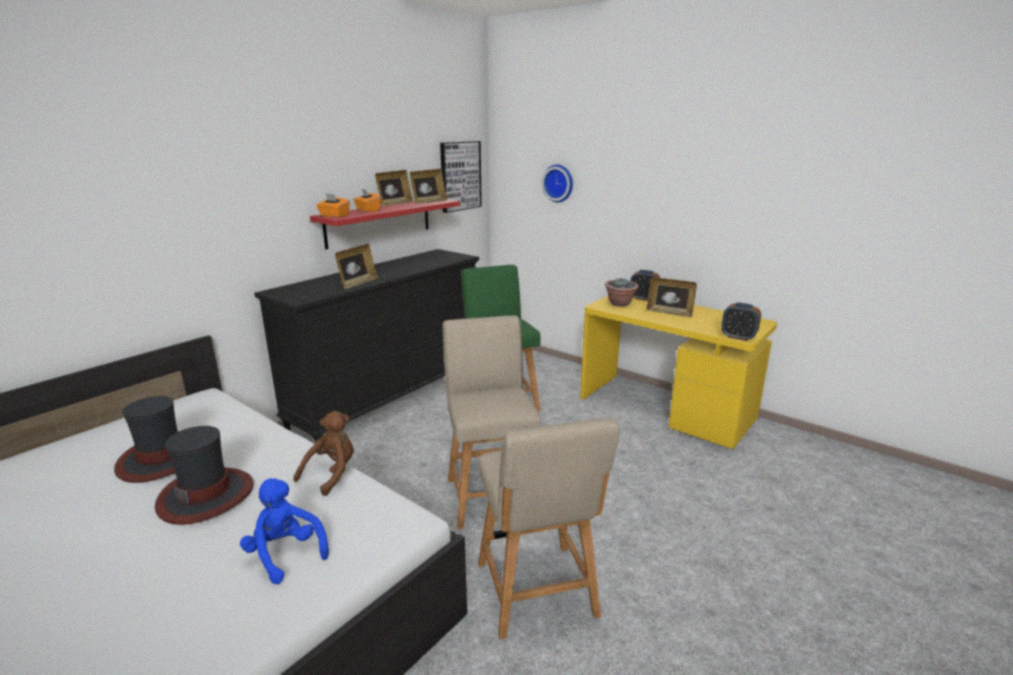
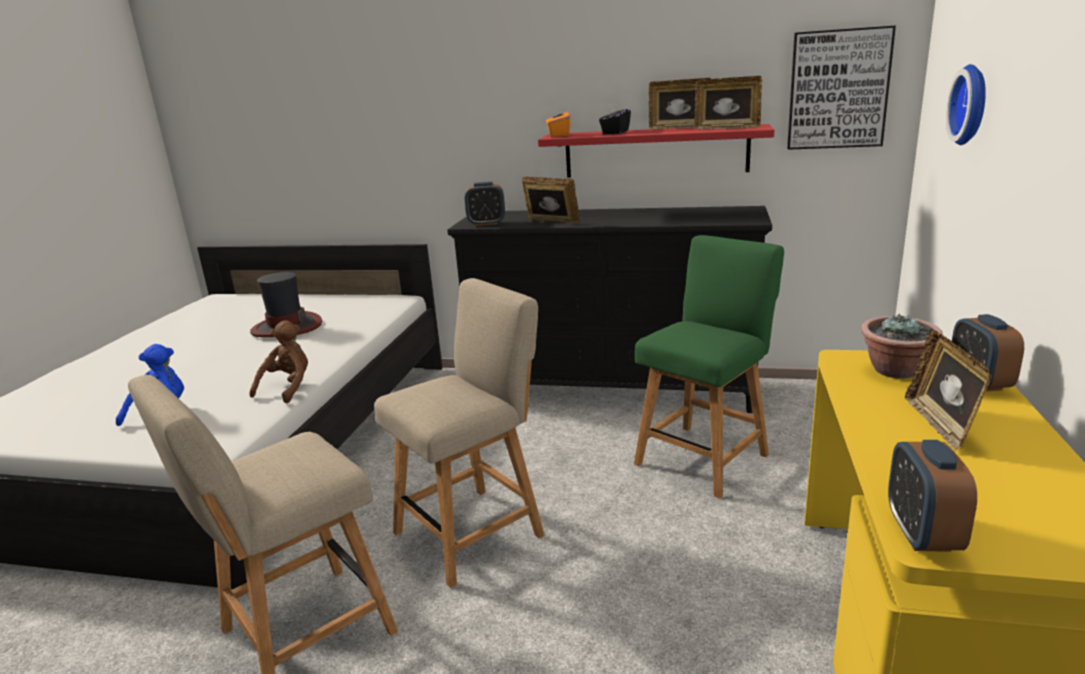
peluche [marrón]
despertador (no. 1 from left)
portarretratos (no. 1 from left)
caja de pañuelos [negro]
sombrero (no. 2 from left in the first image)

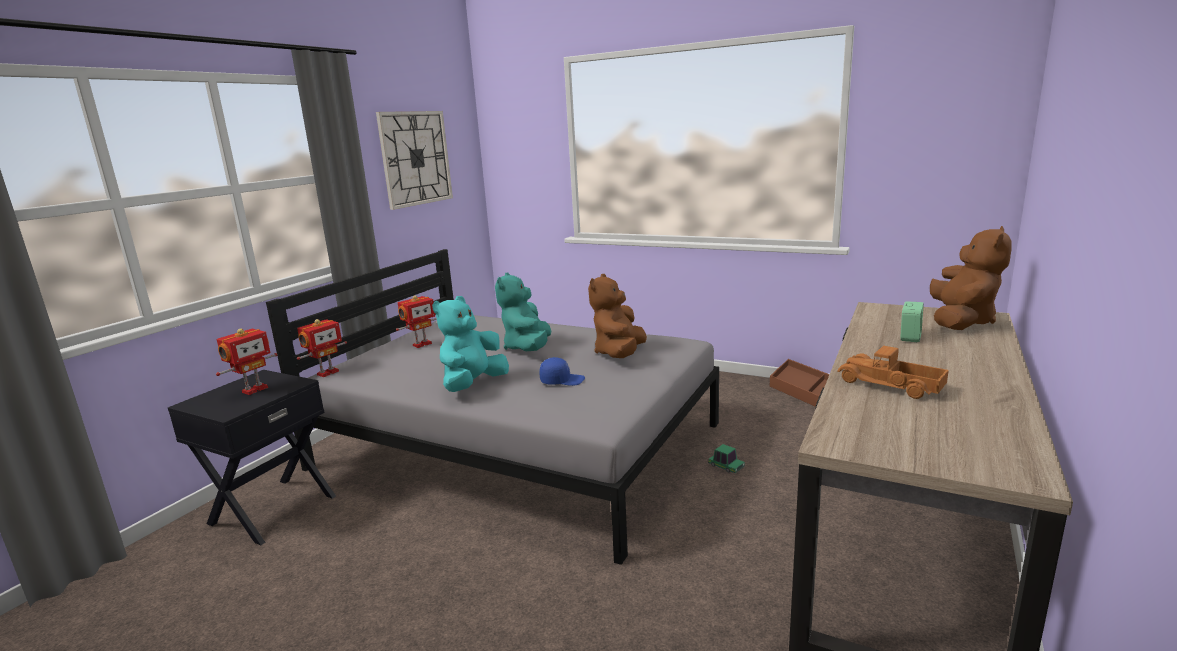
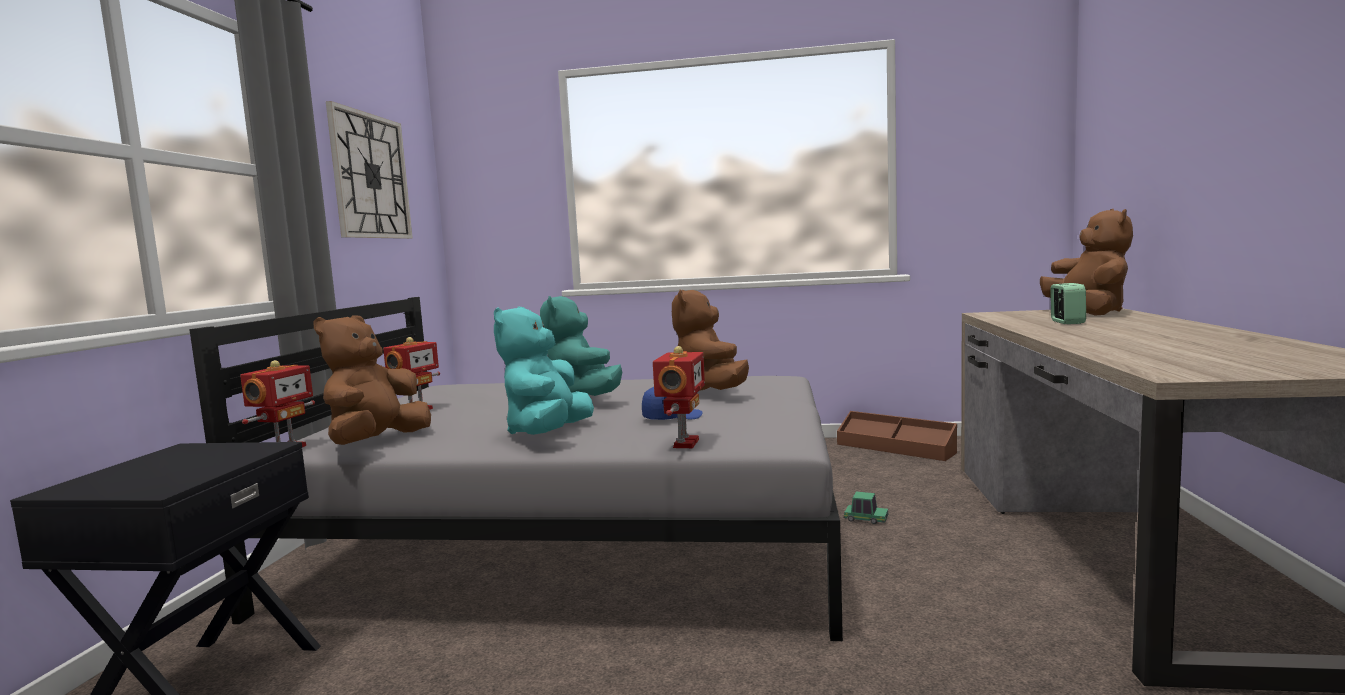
peluche [marrón] (no. 1 from left)
robot de juguete (no. 3 from left)
camión de juguete

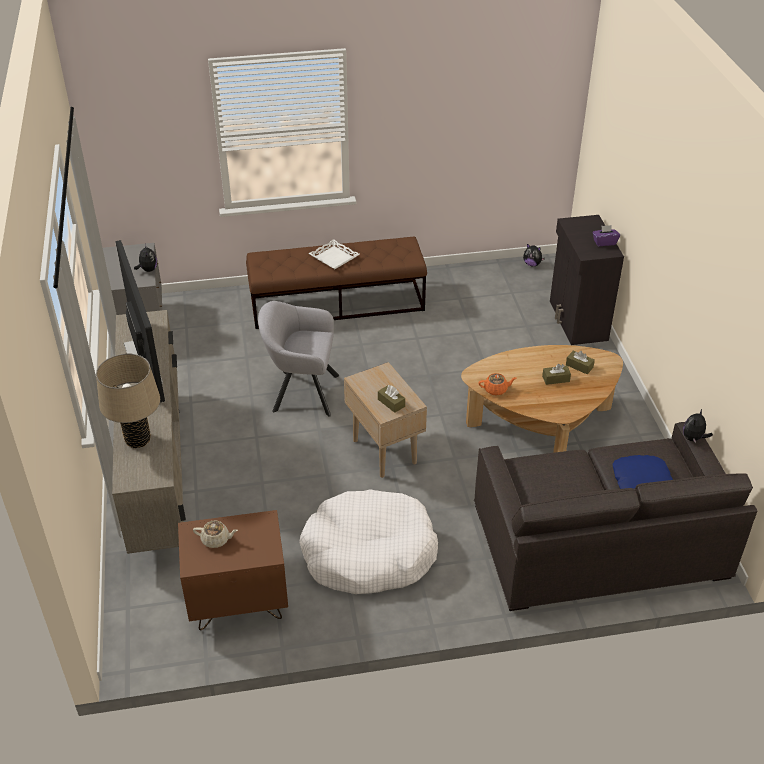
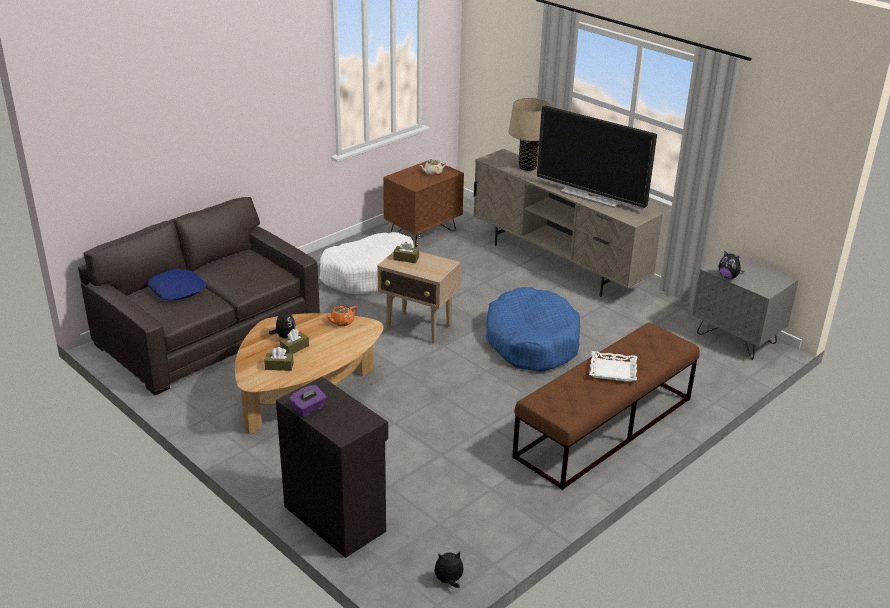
peluche (no. 1 from left)
cama para perro [azul]

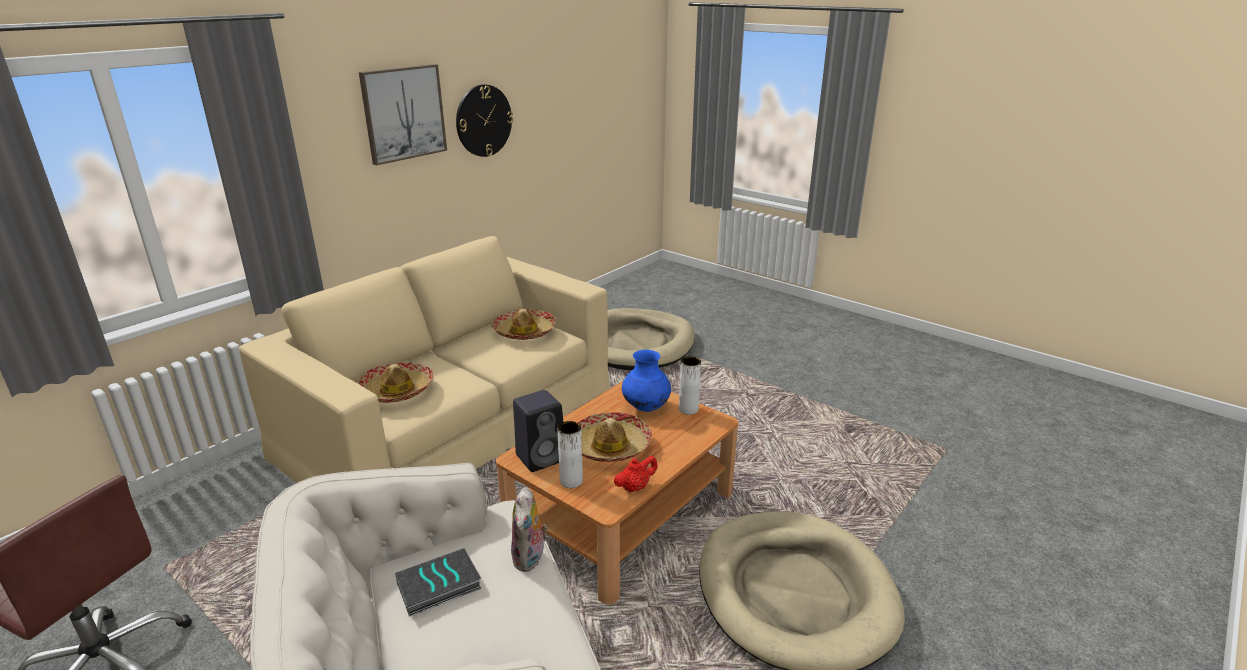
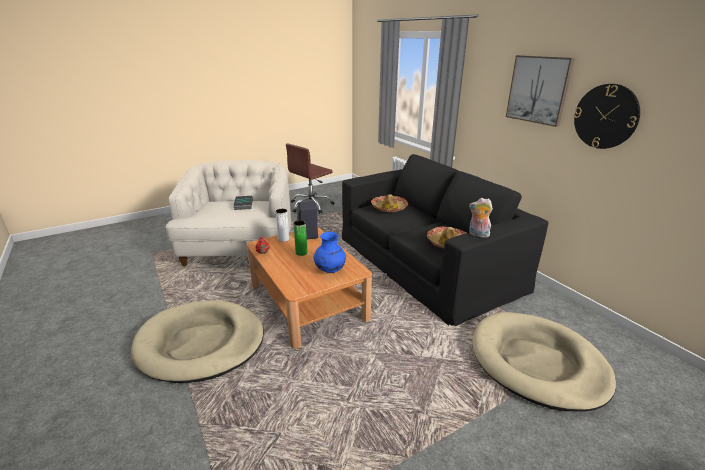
florero [verde]
sofá [negro]
peluche
florero [blanco] (no. 2 from left in the first image)

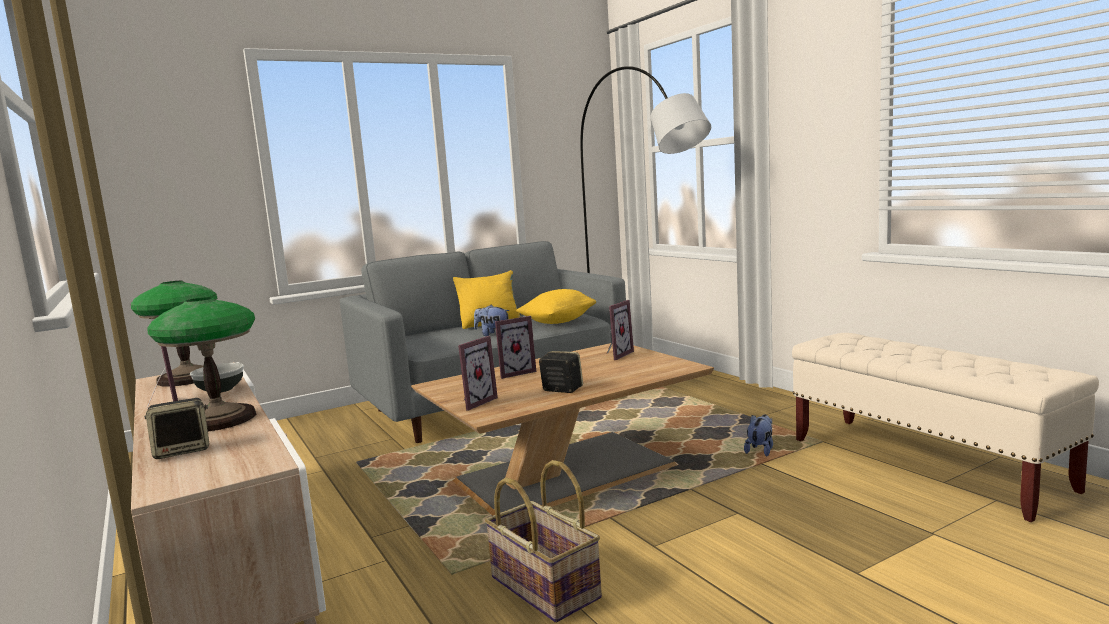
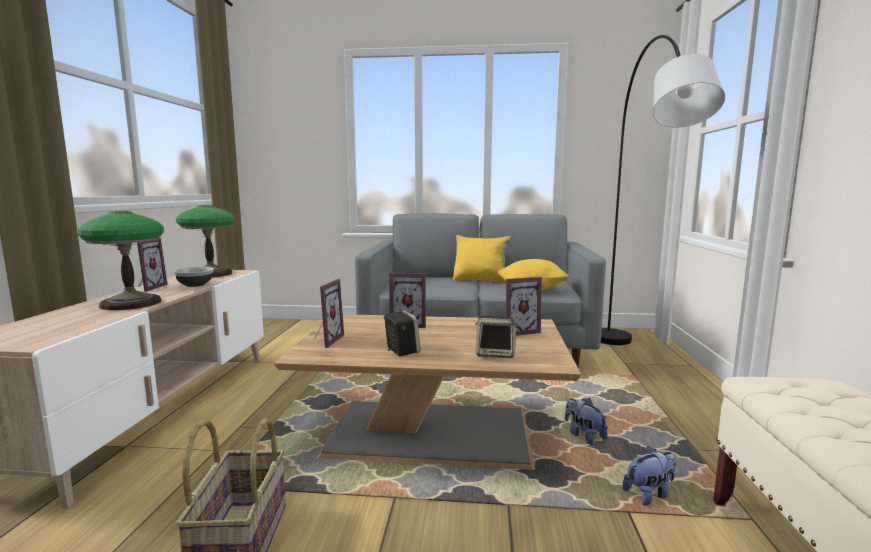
portarretratos (no. 2 from left)
altavoz (no. 2 from left)
peluche (no. 1 from left)

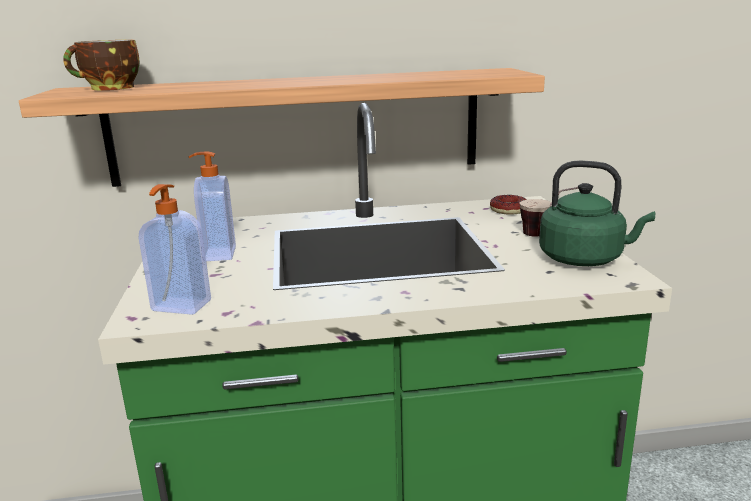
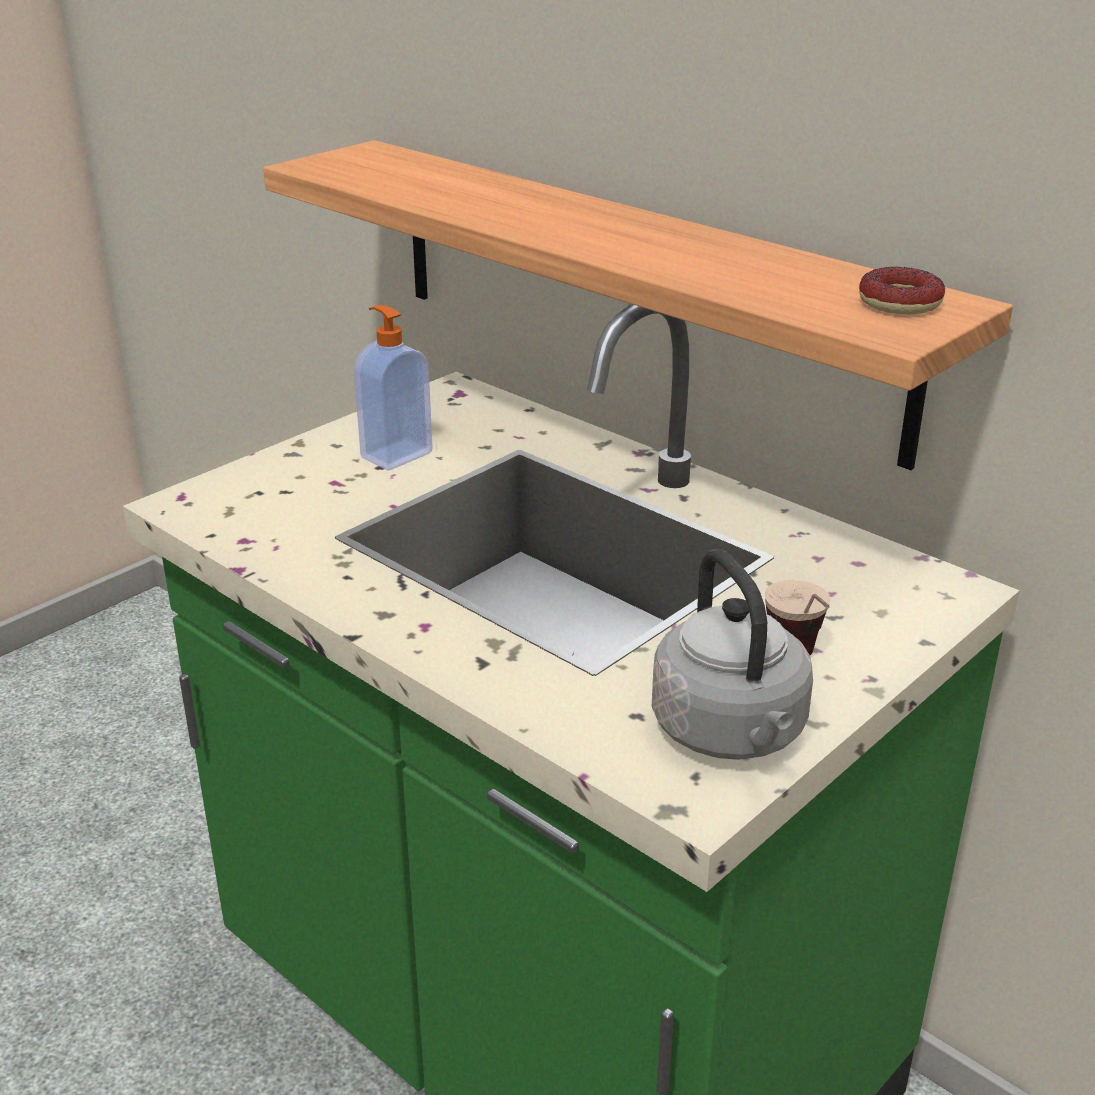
hervidor [gris]
rosquilla
taza (no. 1 from left in the first image)
dispensador de jabón (no. 1 from left in the first image)

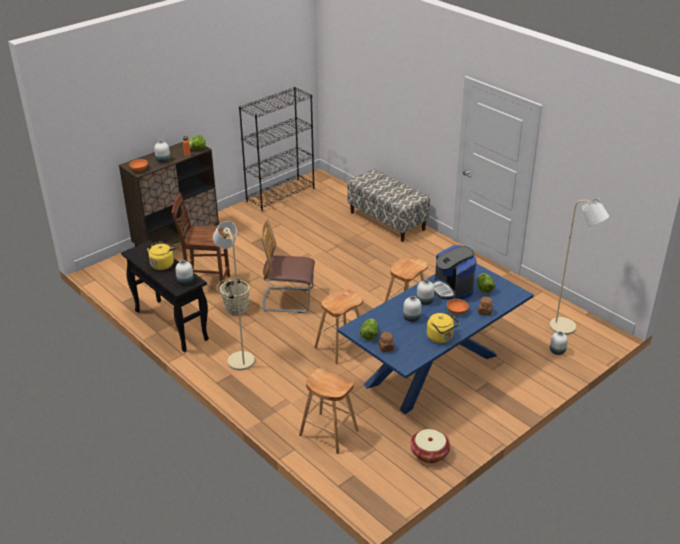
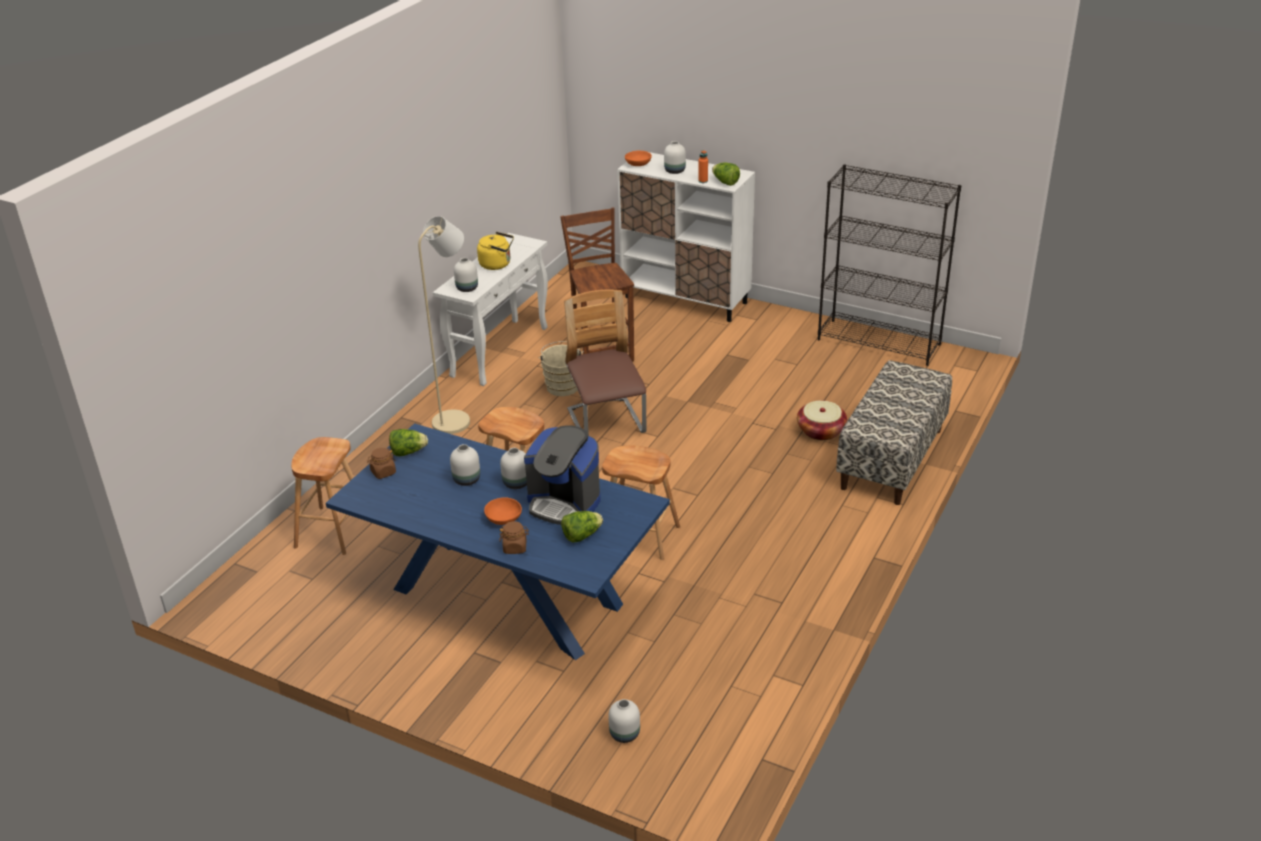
mesa consola [blanco]
cafetera
armario [blanco]
cesta
hervidor [amarillo] (no. 2 from left in the first image)
lámpara de pie [beis] (no. 2 from left in the first image)

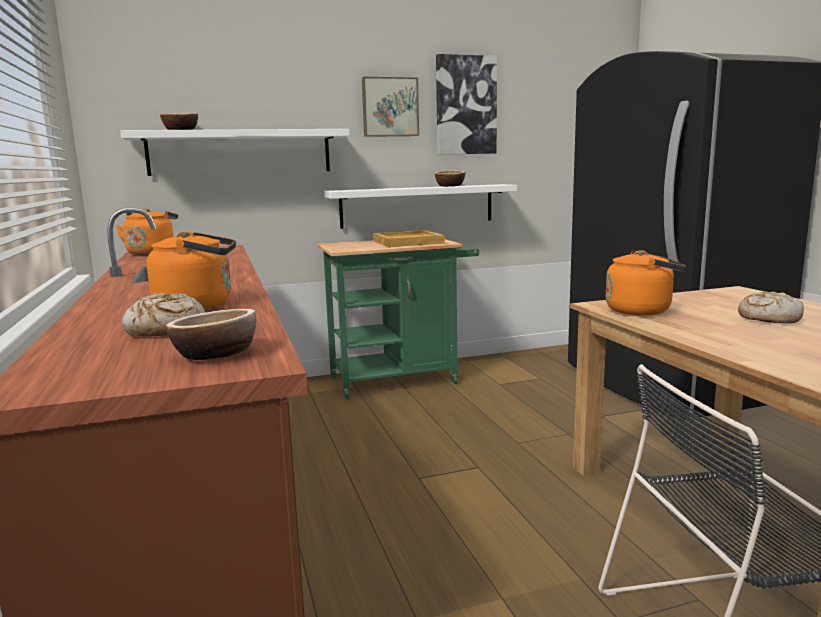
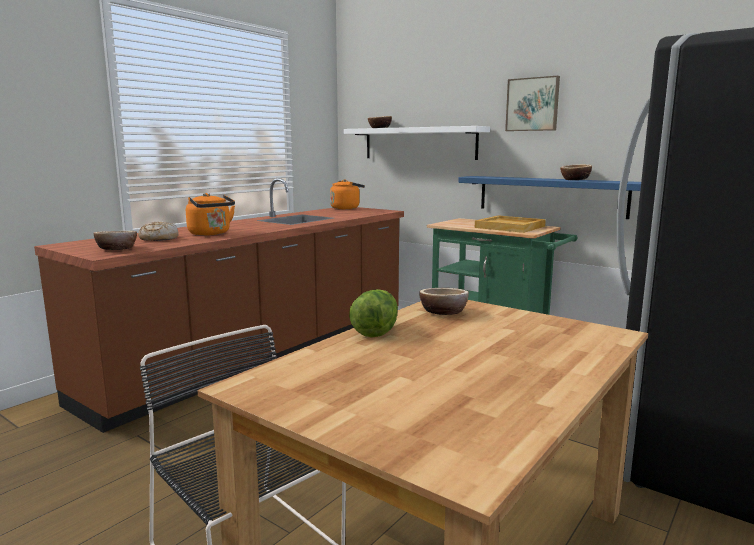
lechuga
cuenco (no. 3 from left)
estante [azul]
cuadro (no. 2 from left in the first image)
pan (no. 2 from left in the first image)

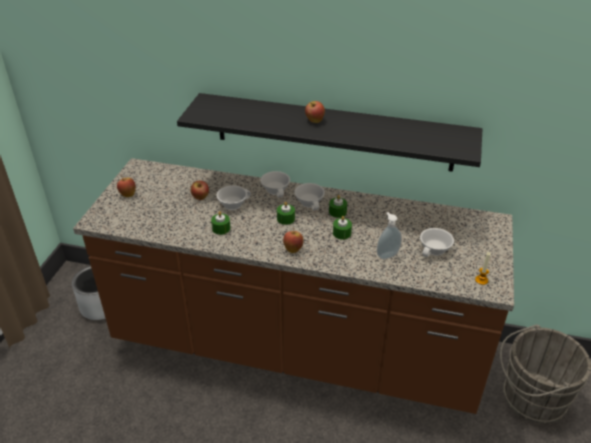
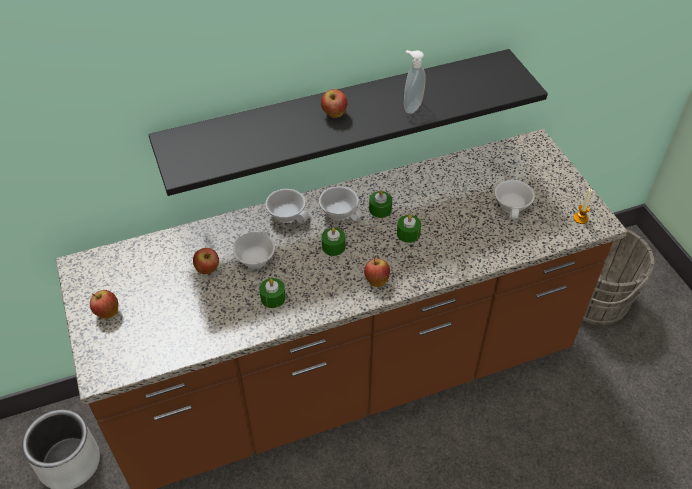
dispensador de jabón

